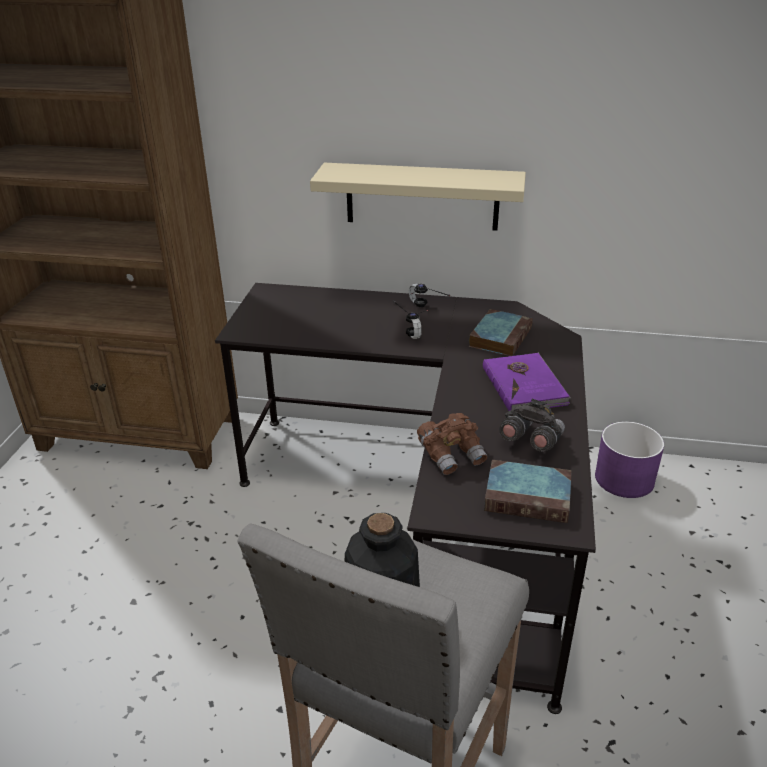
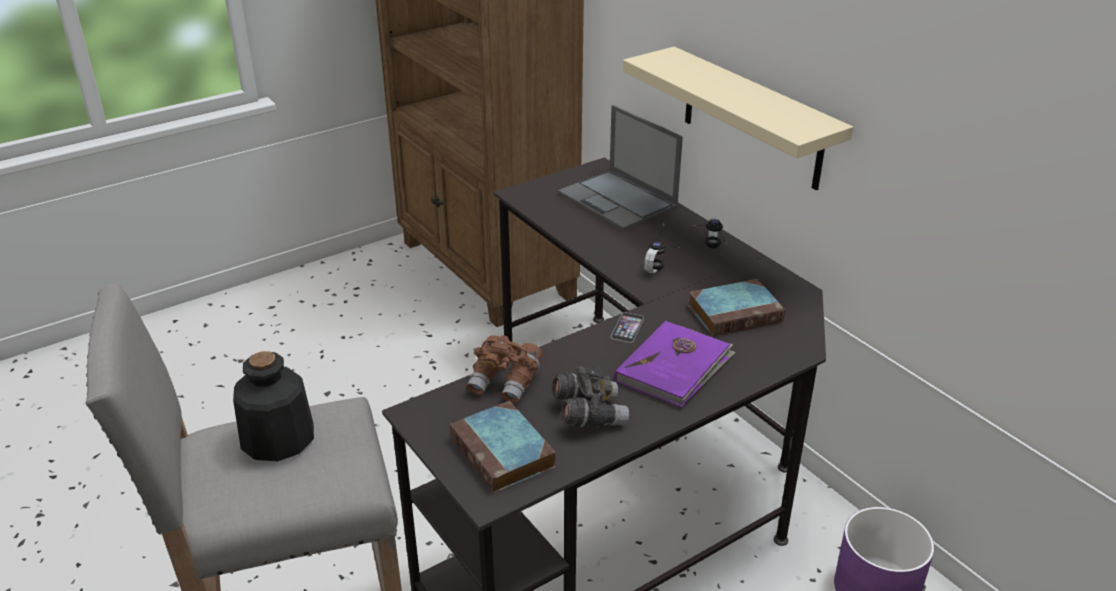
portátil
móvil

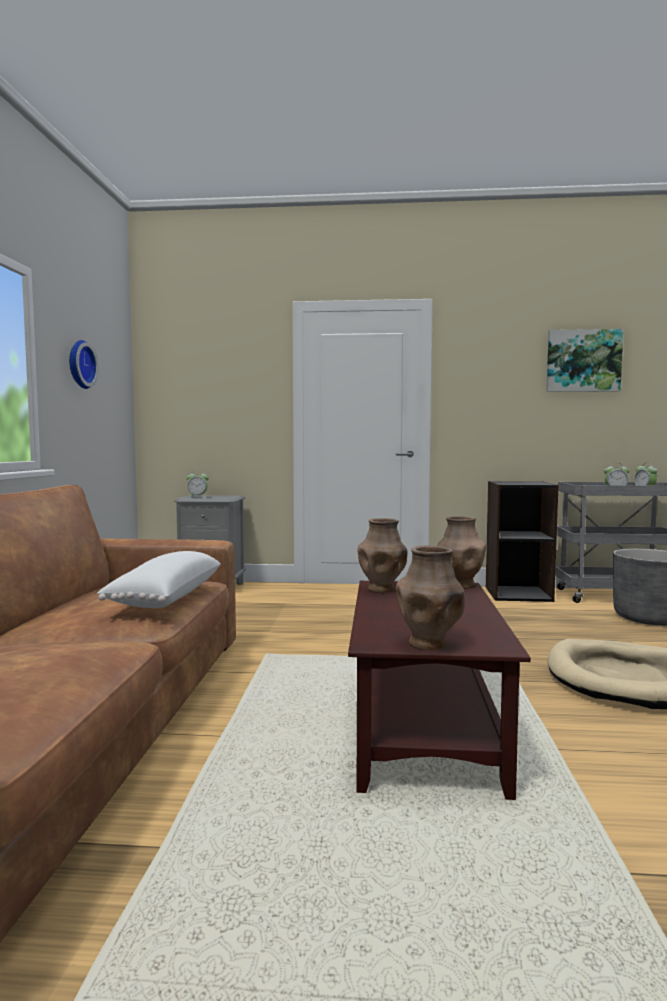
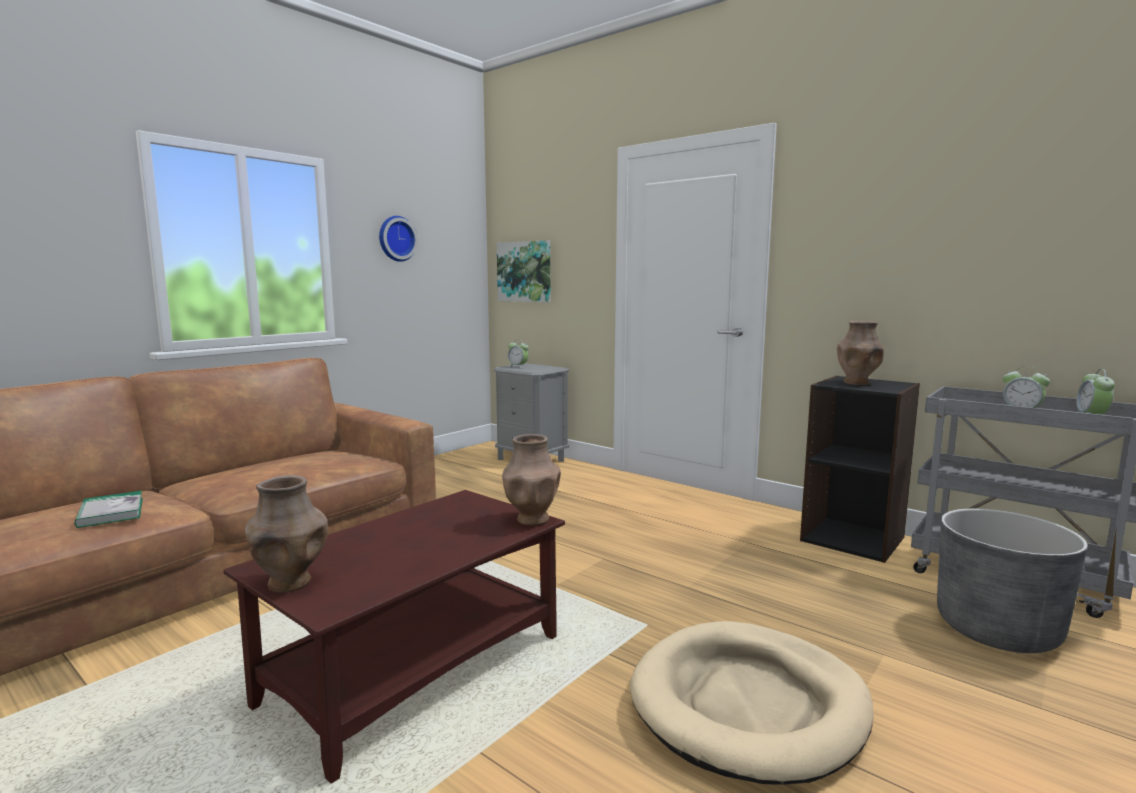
libro
cuadro
florero [marrón] (no. 3 from left)
cojín [blanco]

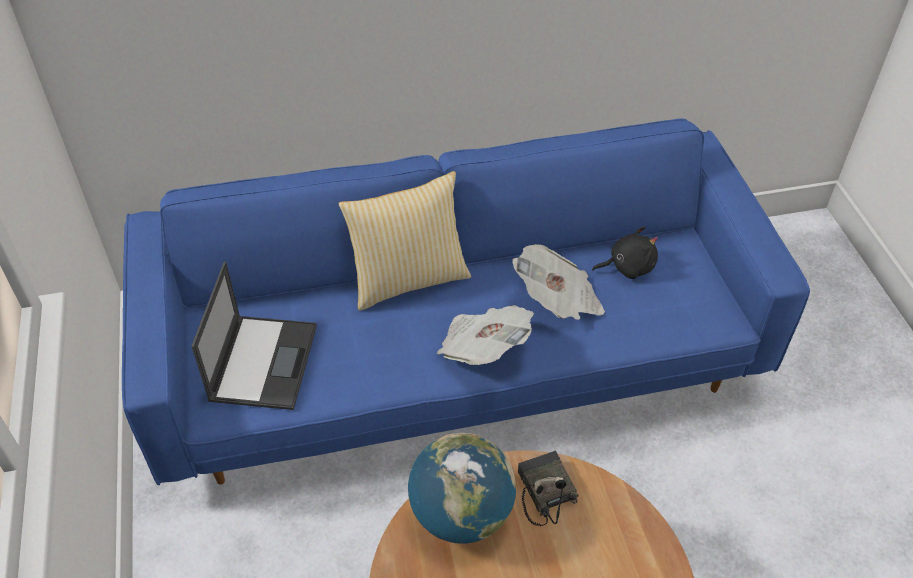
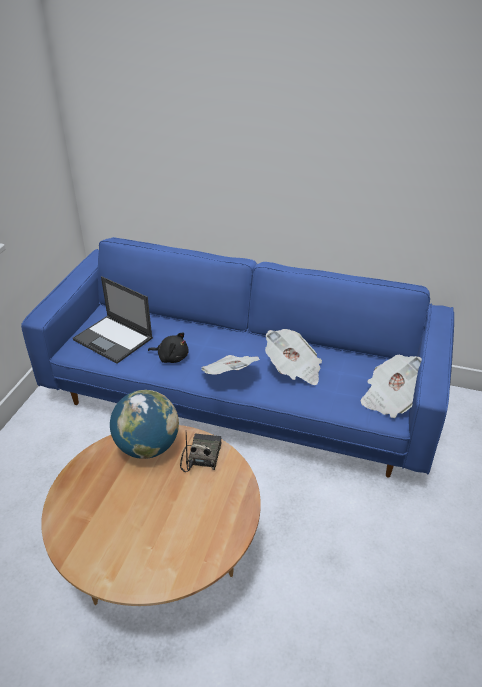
portátil
peluche [negro]
periódico (no. 3 from left)
cojín

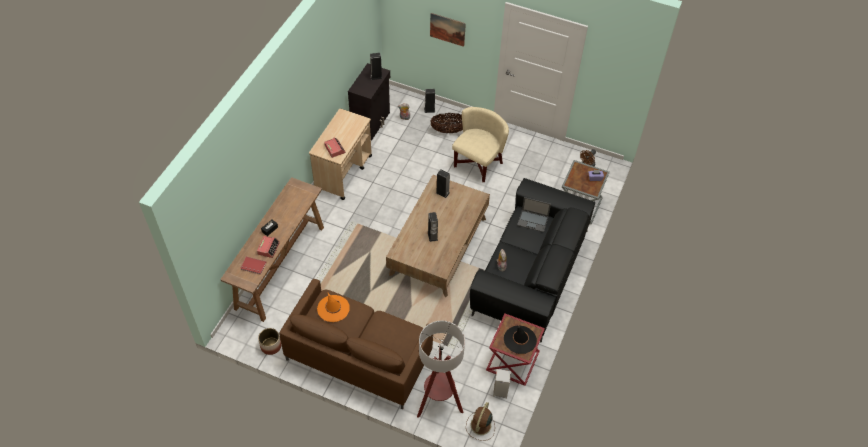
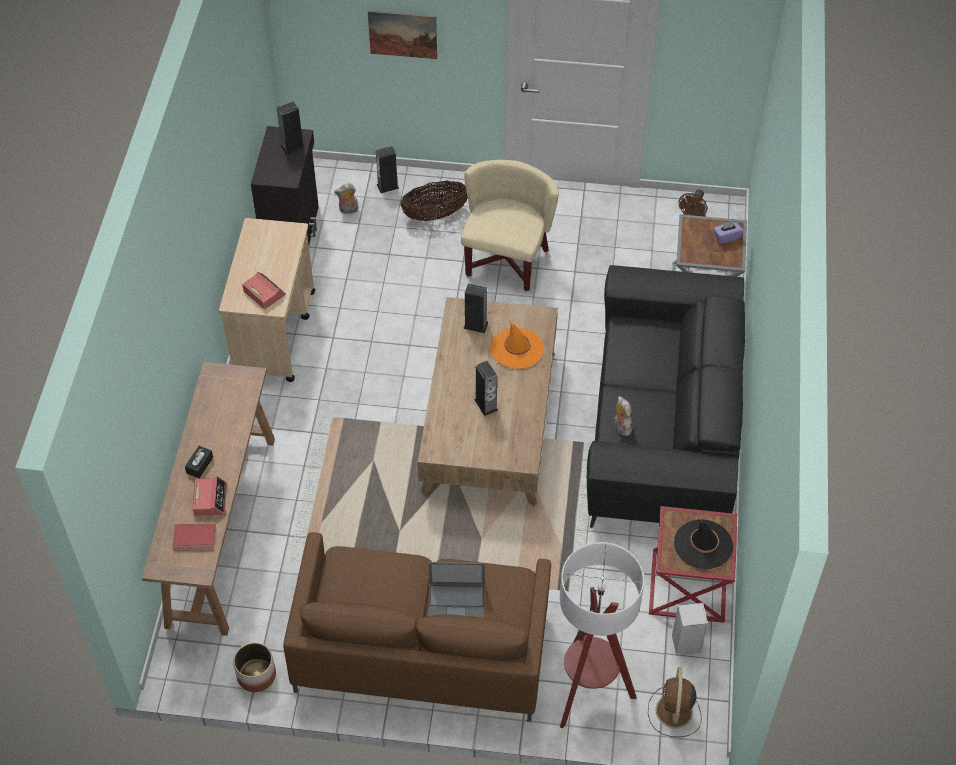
portátil
sombrero [naranja]

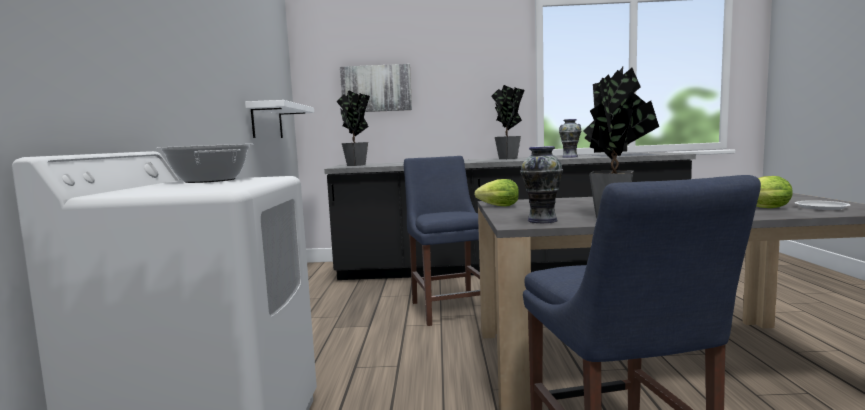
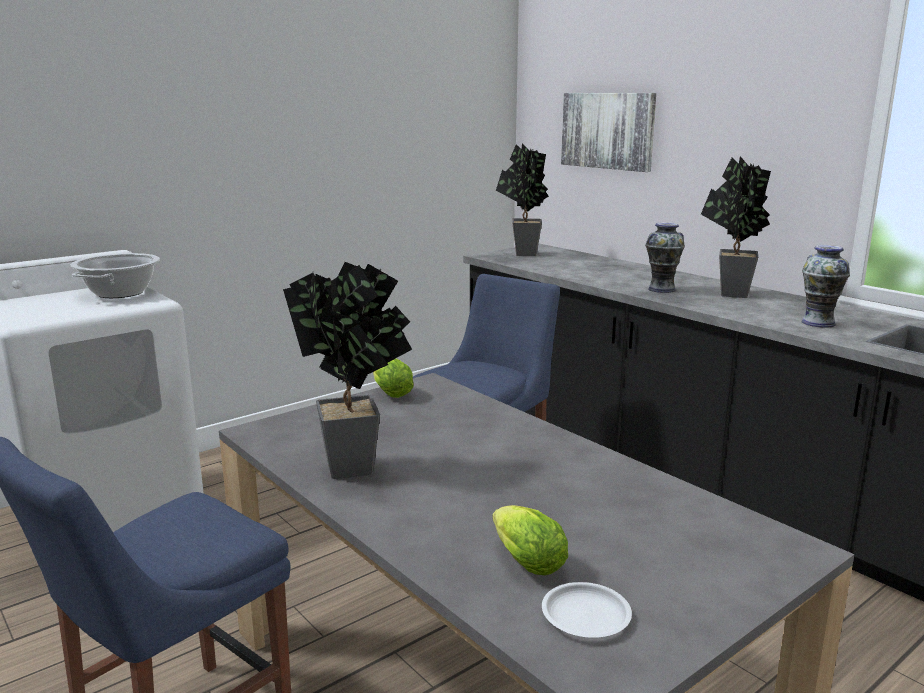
florero (no. 1 from left)
estante [blanco]

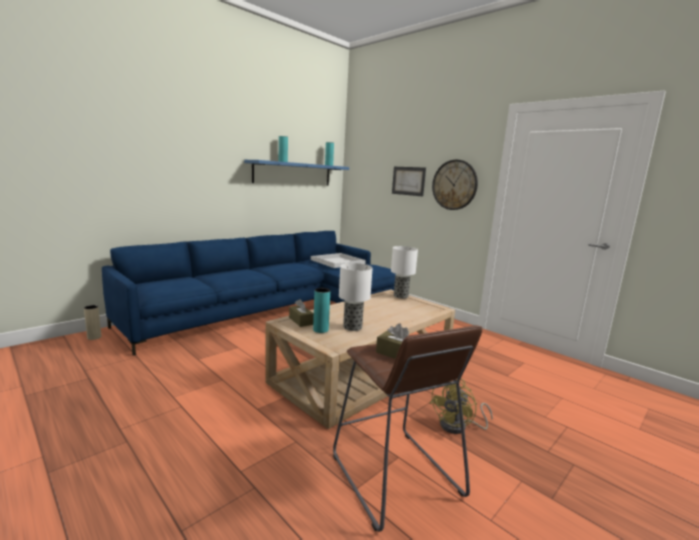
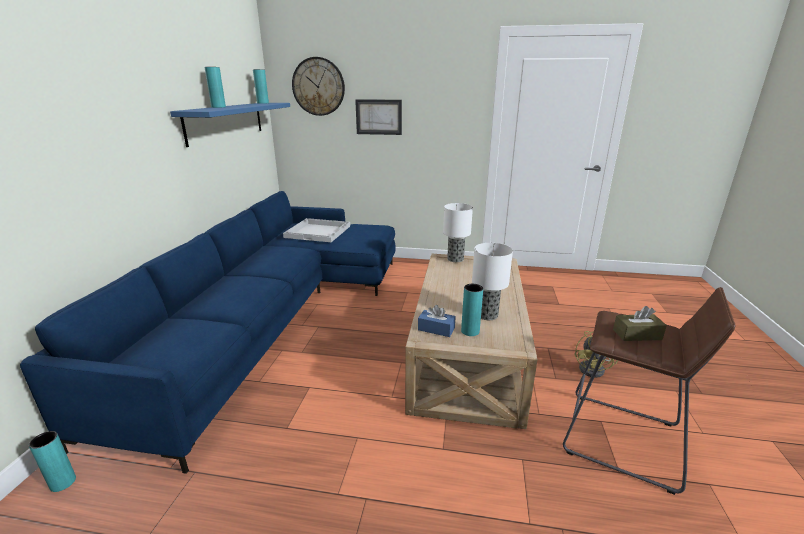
florero [turquesa] (no. 1 from left)
reloj de pared
caja de pañuelos [azul]

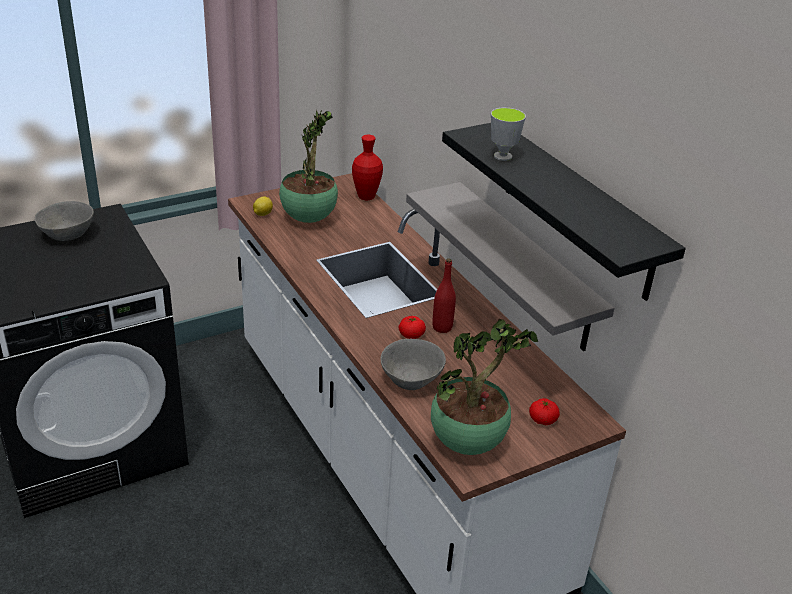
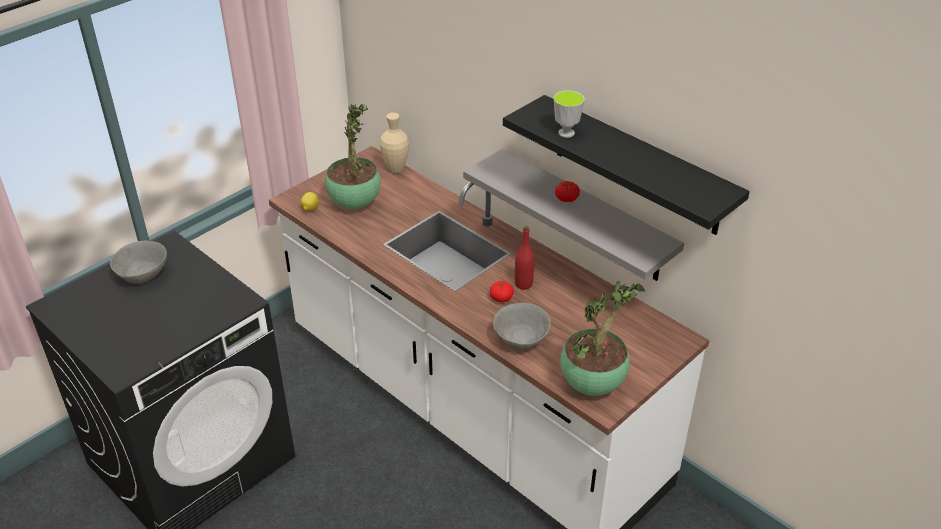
florero [beis]
tomate (no. 2 from left)

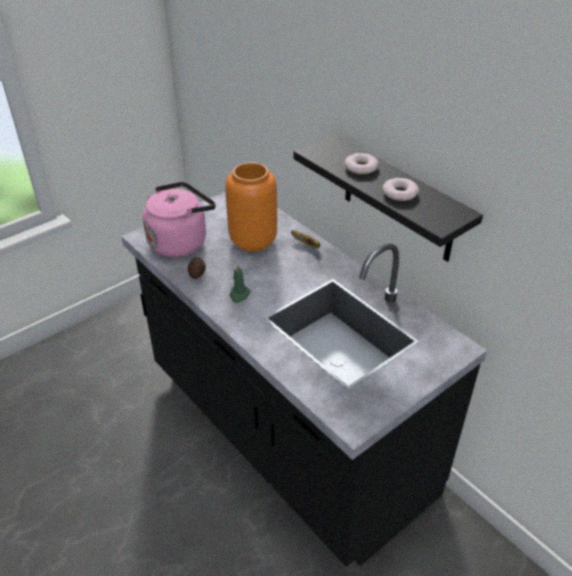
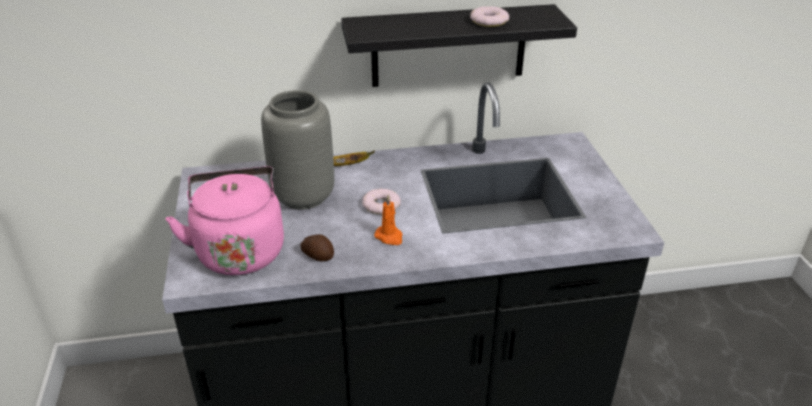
florero [gris]
rosquilla (no. 1 from left)
vela [naranja]

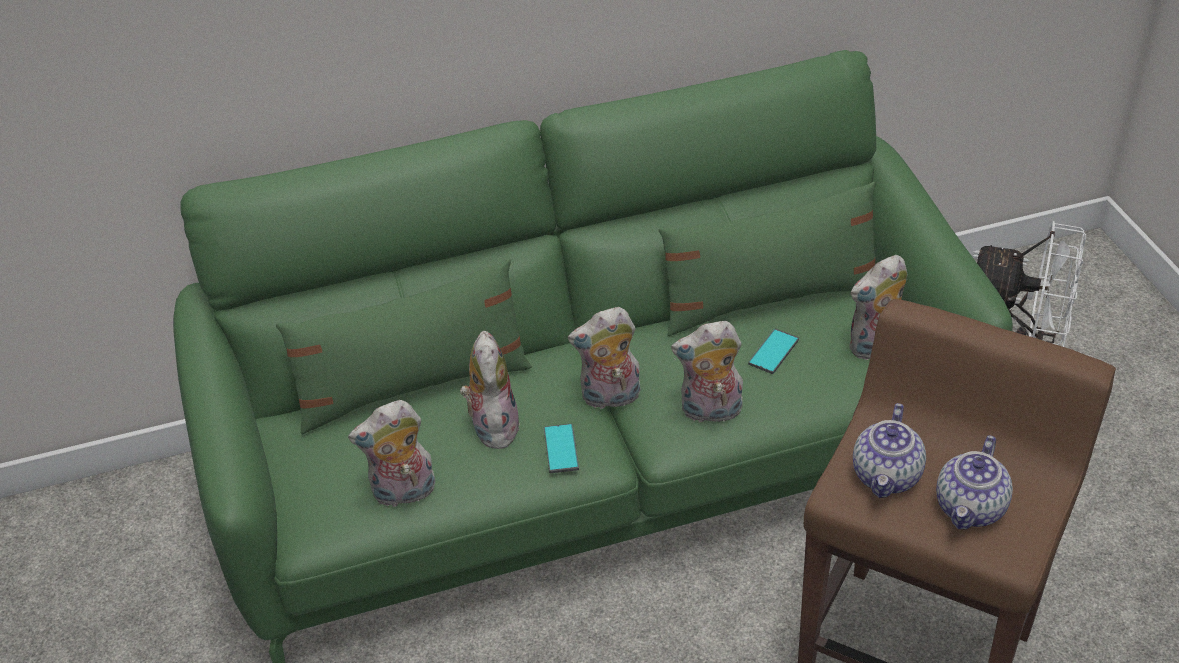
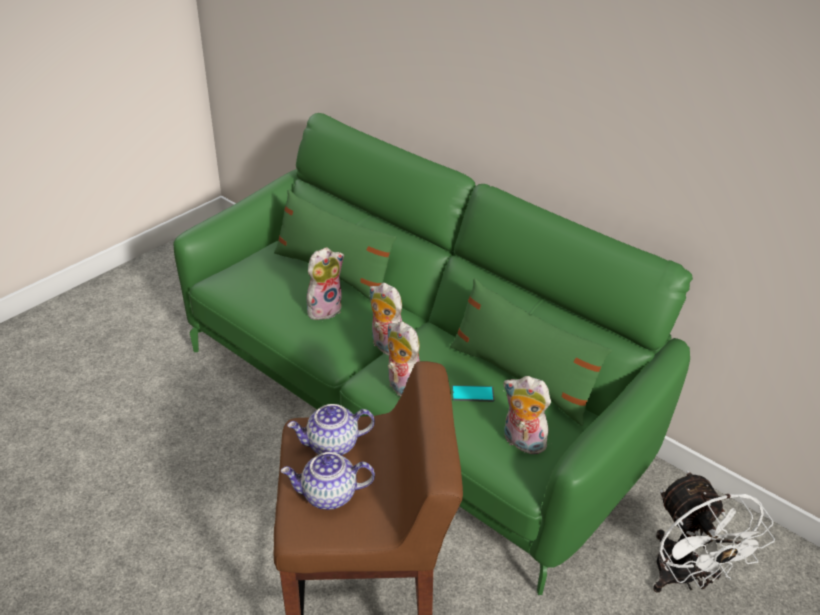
peluche (no. 1 from left in the first image)
móvil (no. 1 from left in the first image)

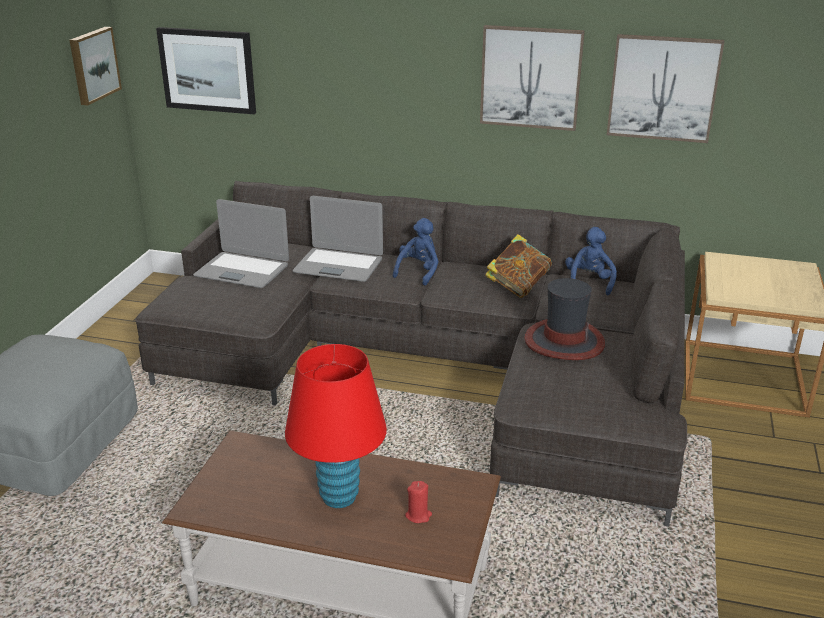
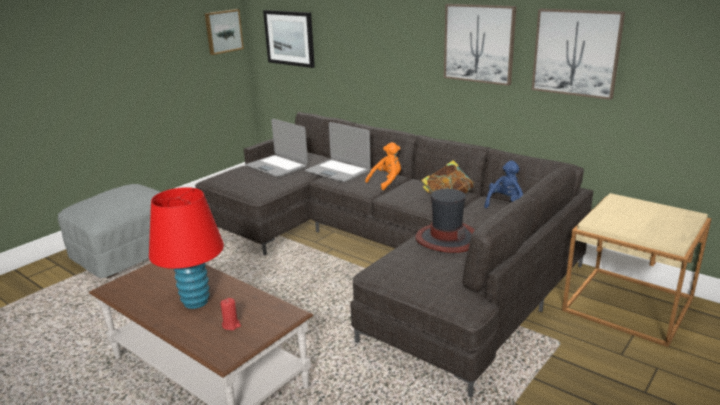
peluche [naranja]

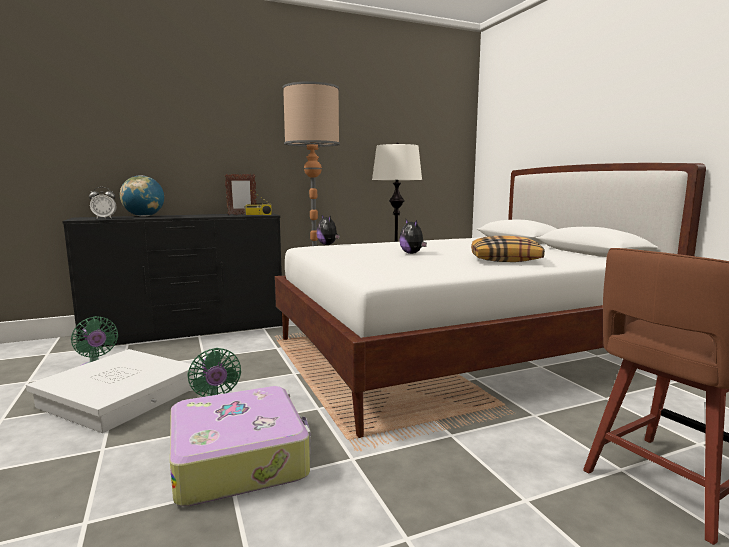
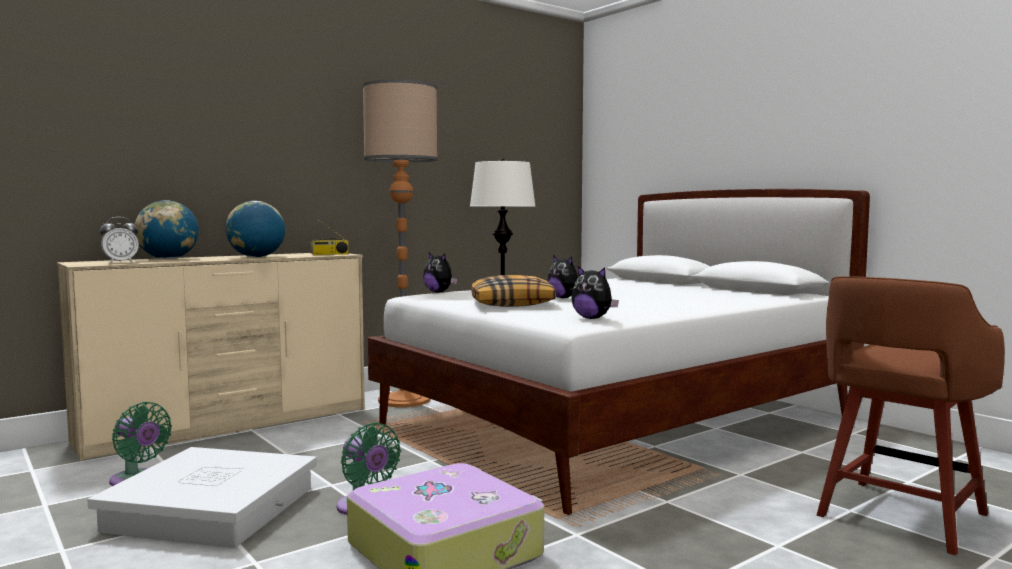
cómoda [beis]
globo terráqueo (no. 2 from left)
cojín
peluche (no. 3 from left)
portarretratos

